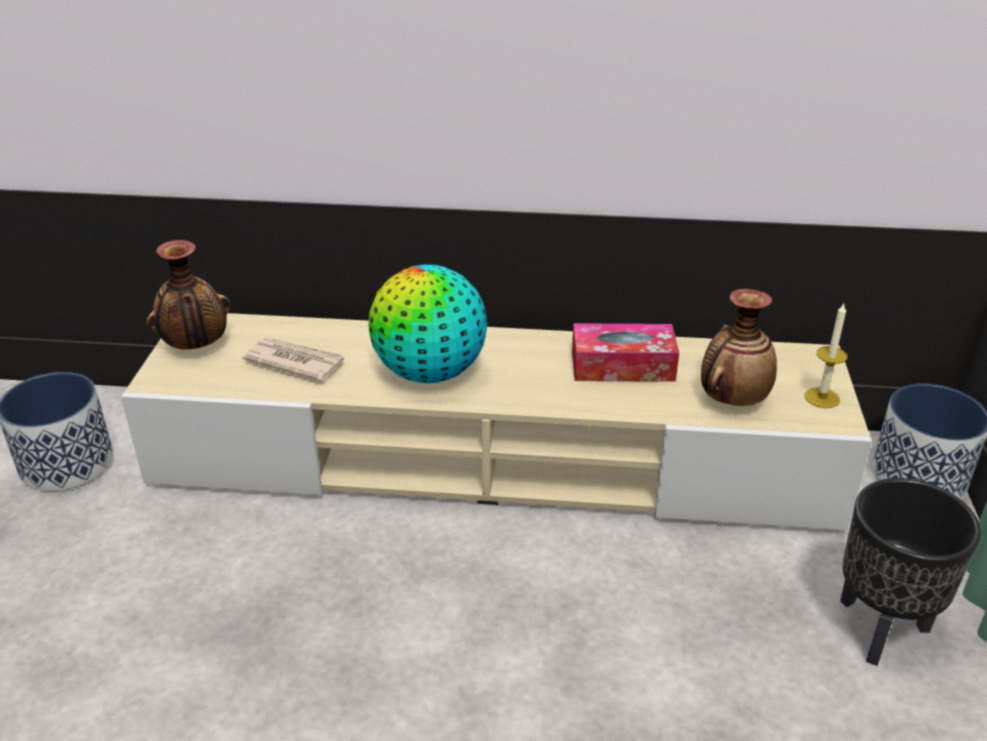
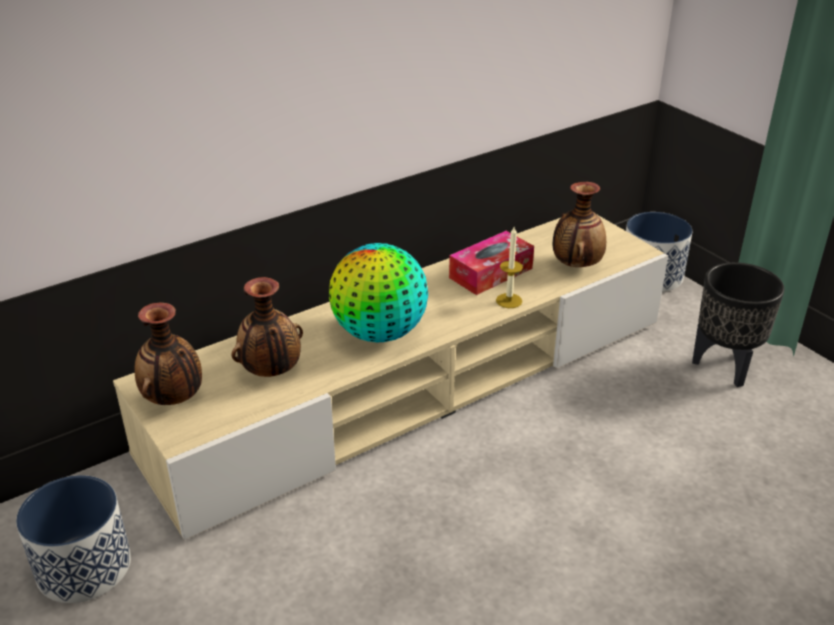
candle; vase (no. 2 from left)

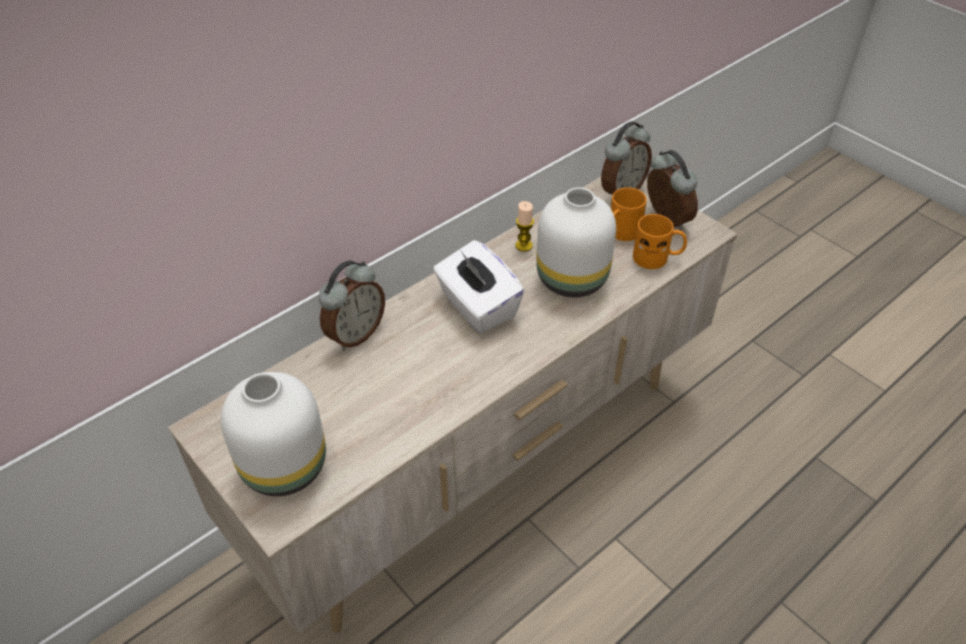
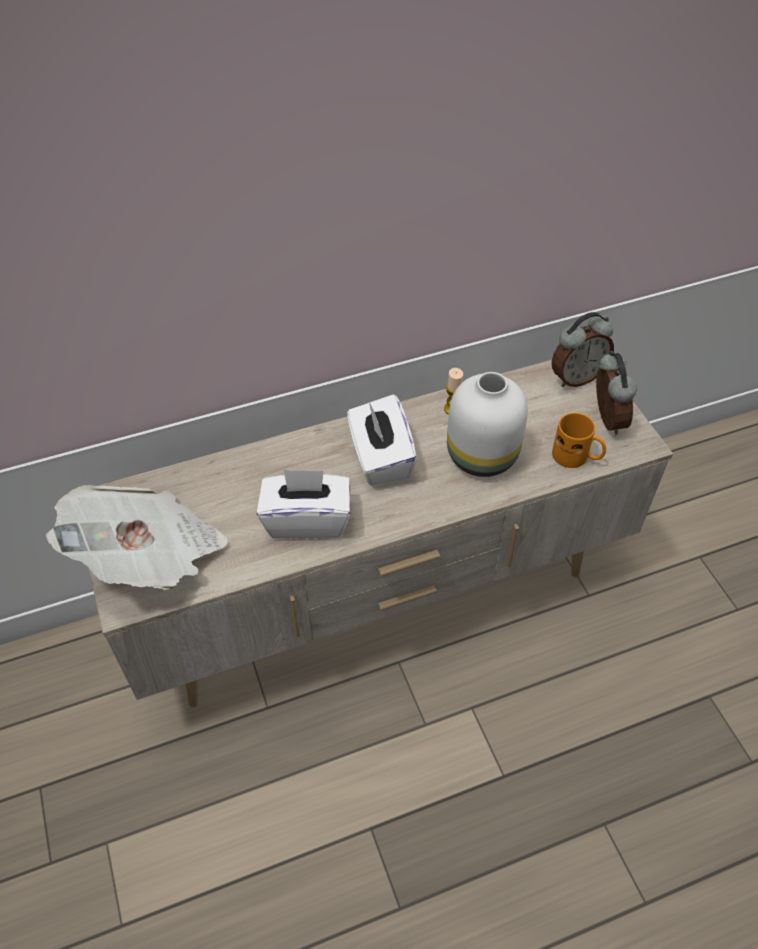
orange_mug (no. 1 from left in the first image); alarm_clock (no. 1 from left in the first image); newspaper; white_tissue_box (no. 1 from left)

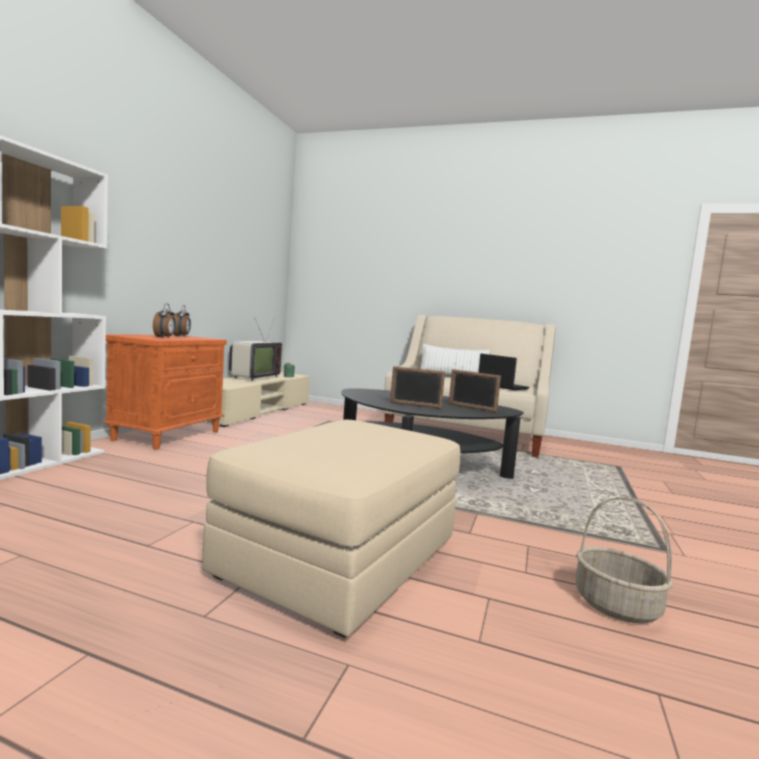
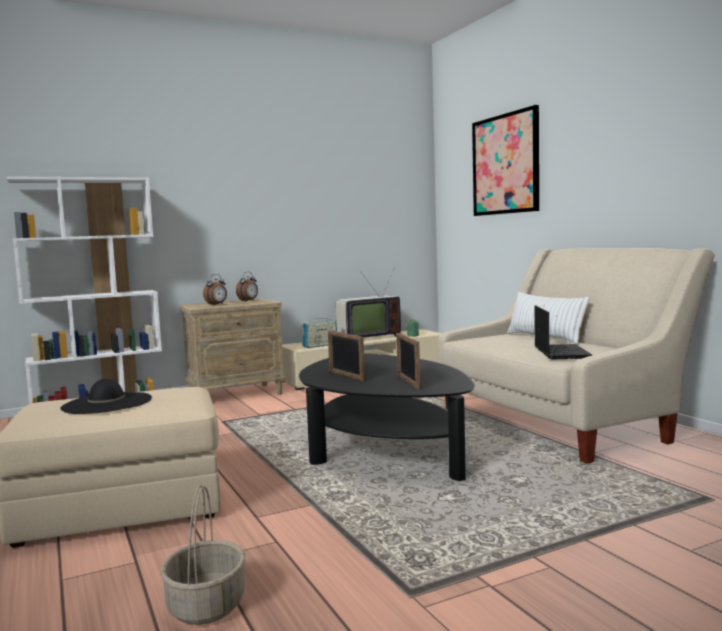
beige_nightstand; picture; radio; black_hat

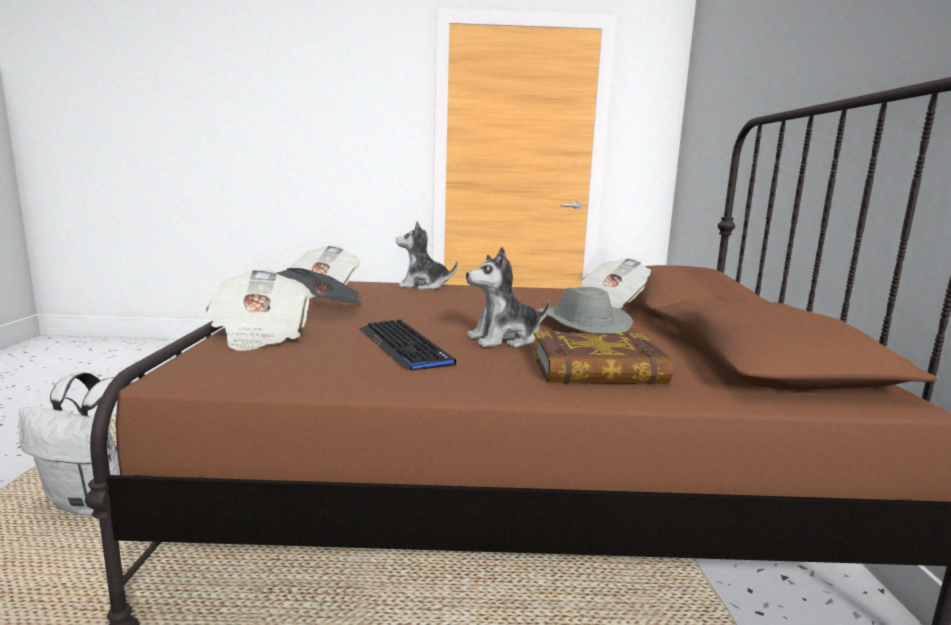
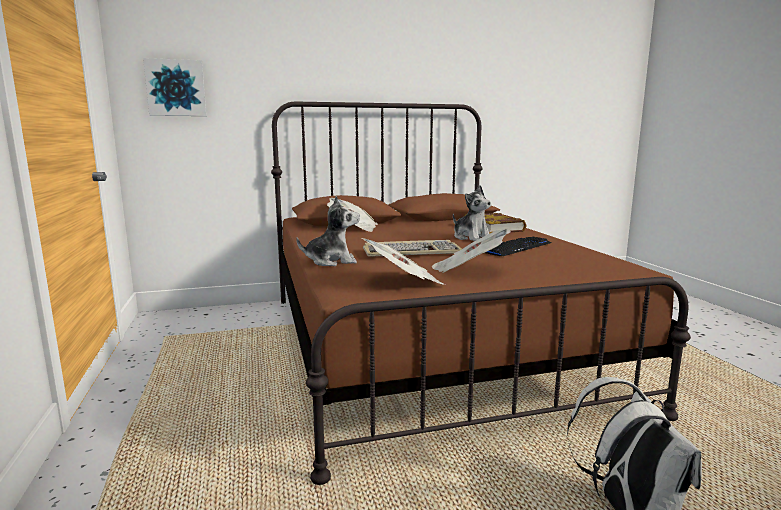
plush_toy (no. 1 from left); newspaper (no. 1 from left in the first image); grey_hat; picture; keyboard (no. 1 from left)

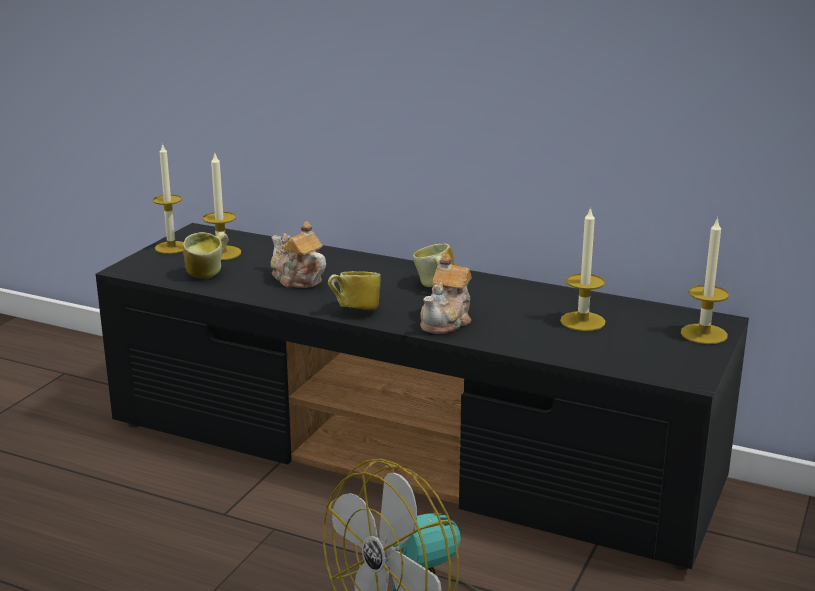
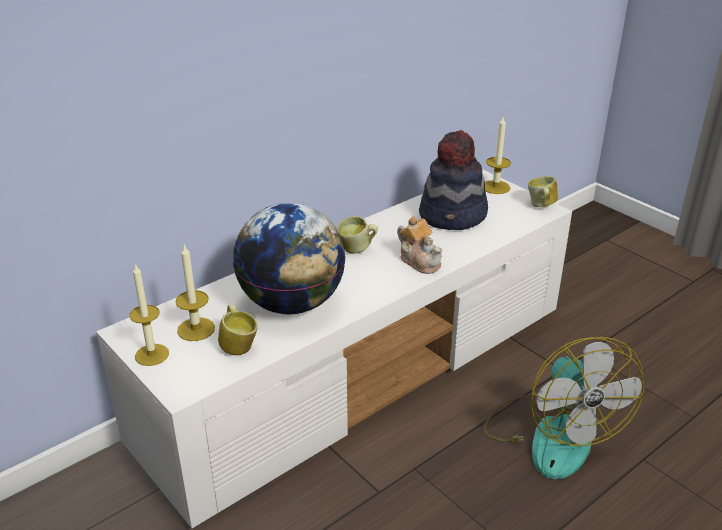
hat; globe; white_tv_stand; mug (no. 3 from left)

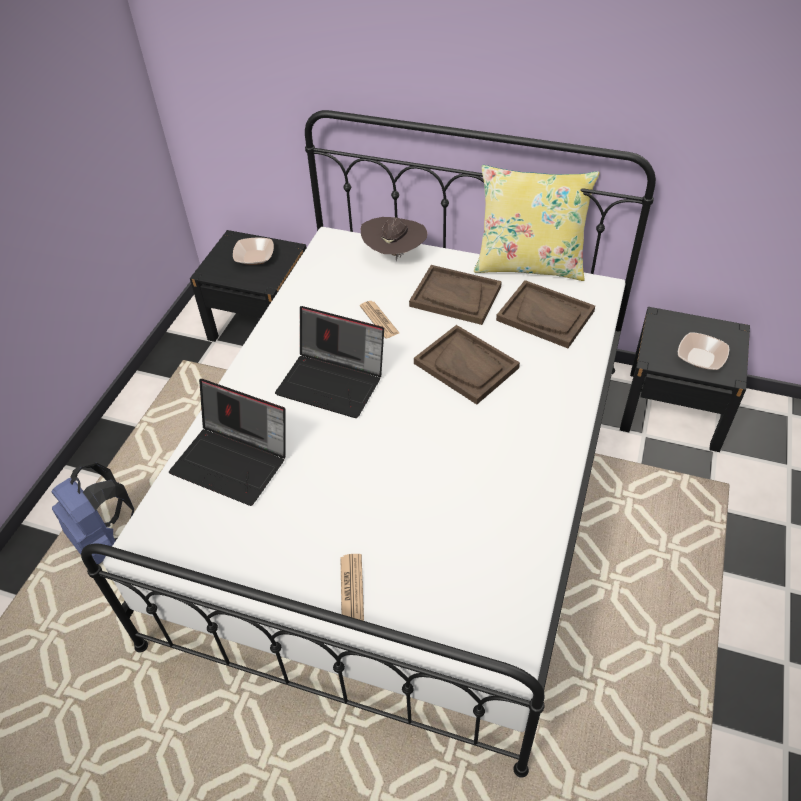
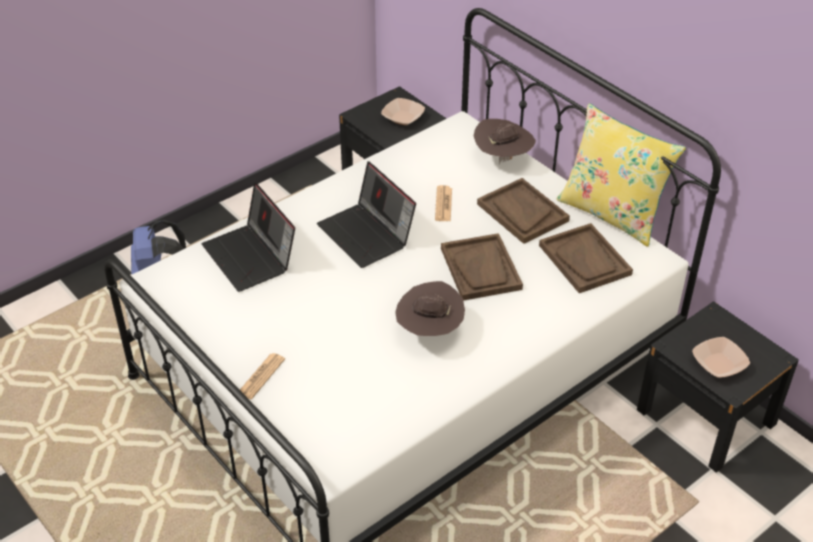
brown_hat (no. 1 from left)

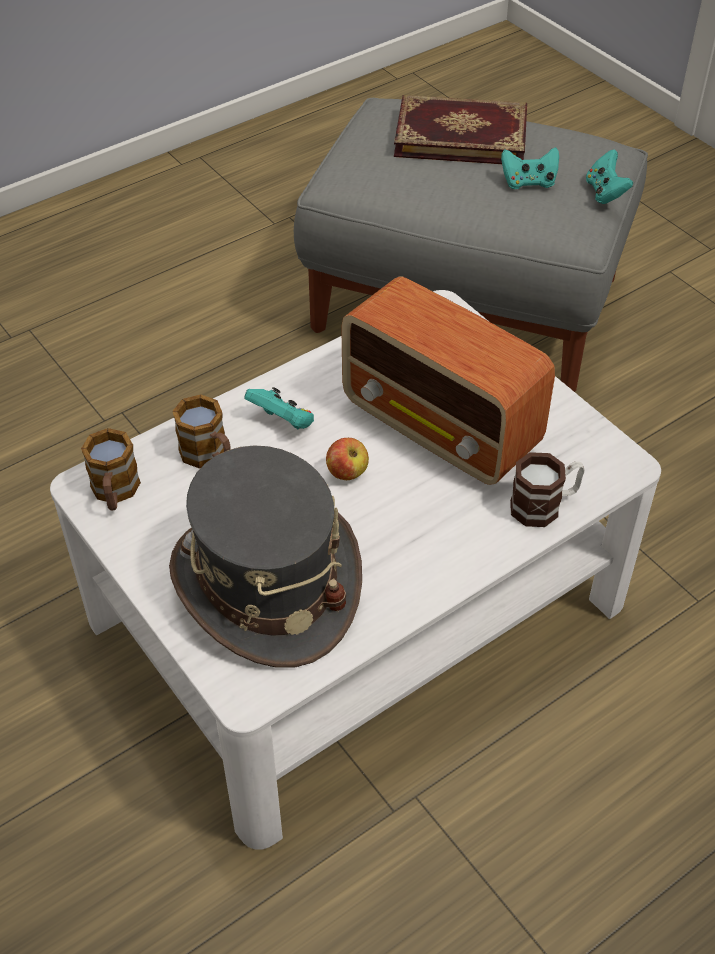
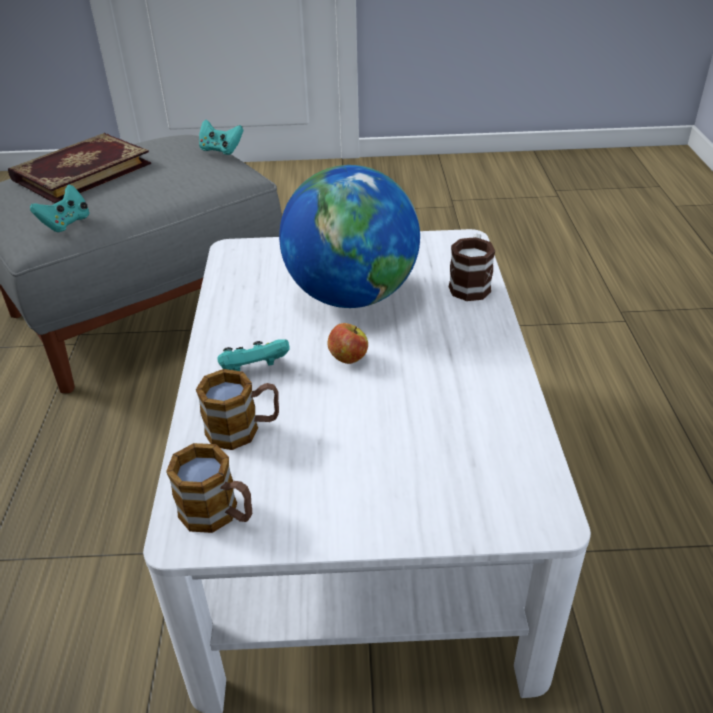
turquoise_game_controller (no. 1 from left); globe; grey_hat

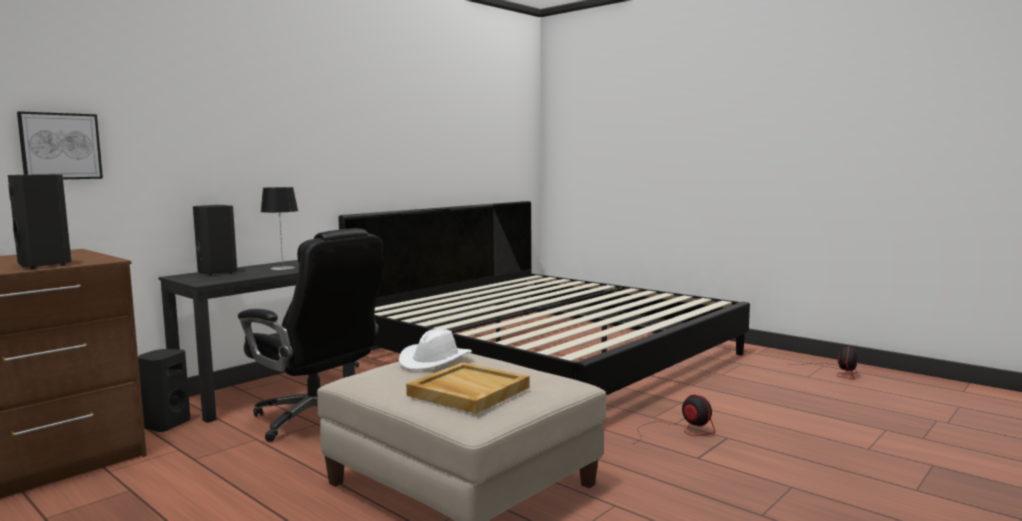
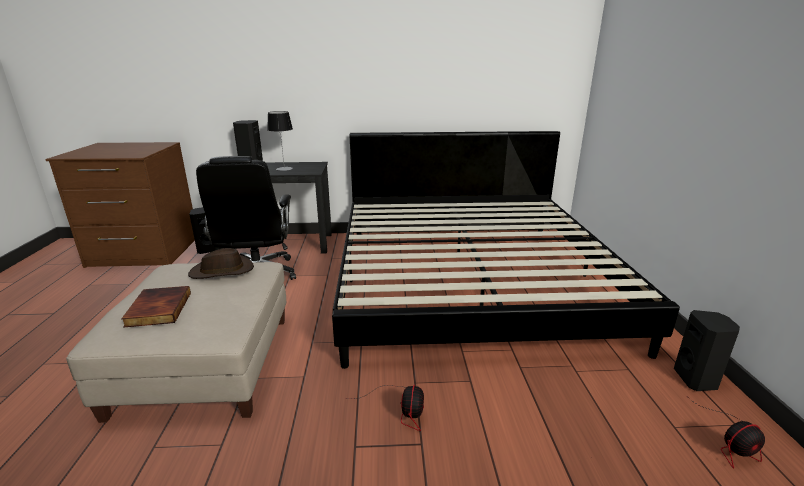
picture; black_speaker (no. 3 from left); brown_hat; book

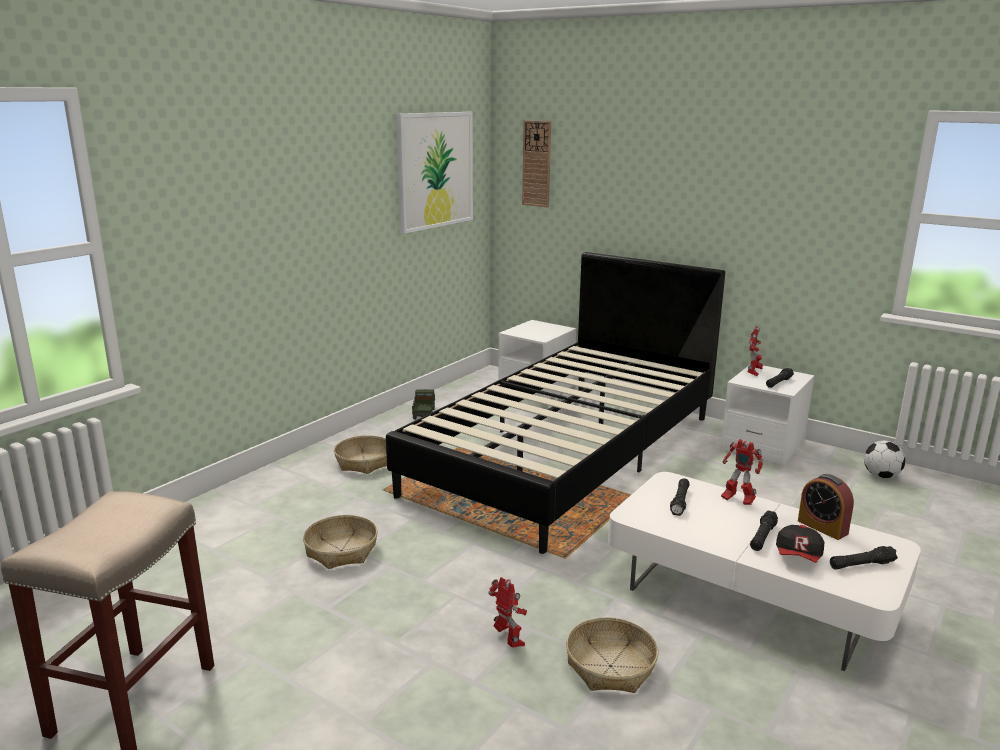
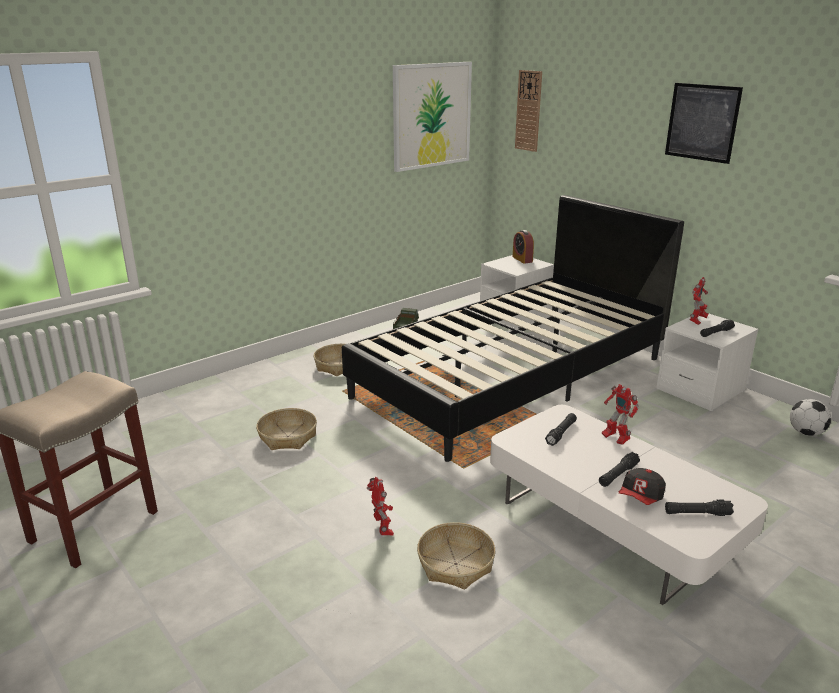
alarm_clock; picture (no. 2 from left)

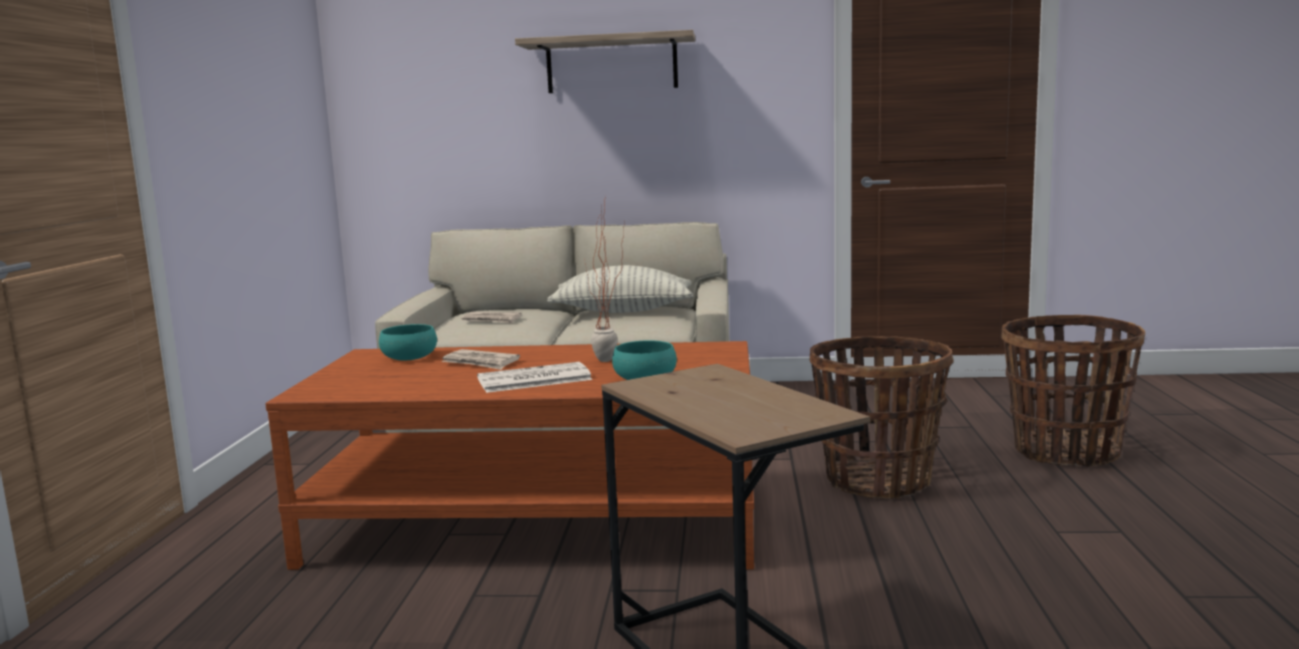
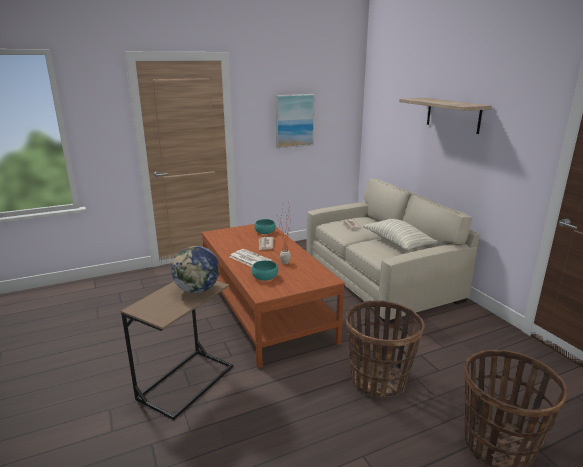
picture; globe

